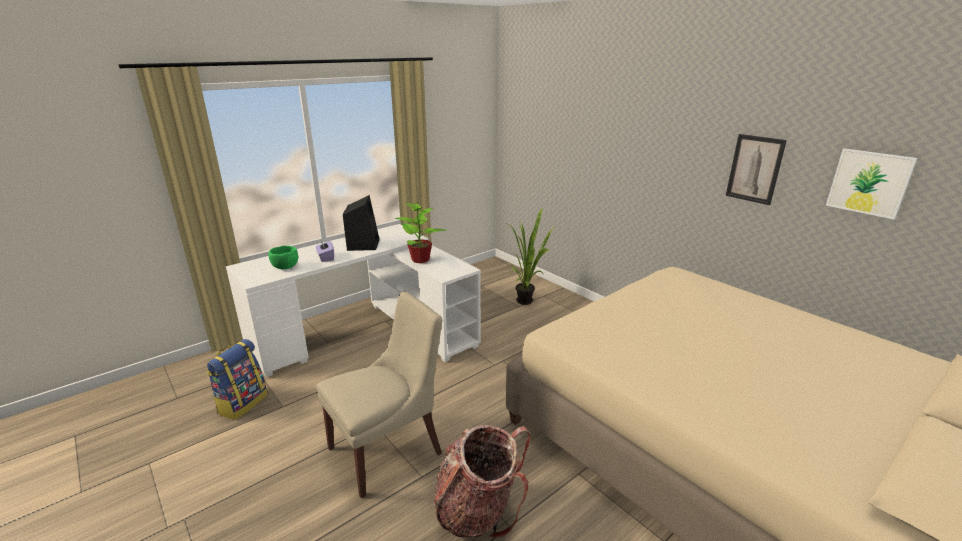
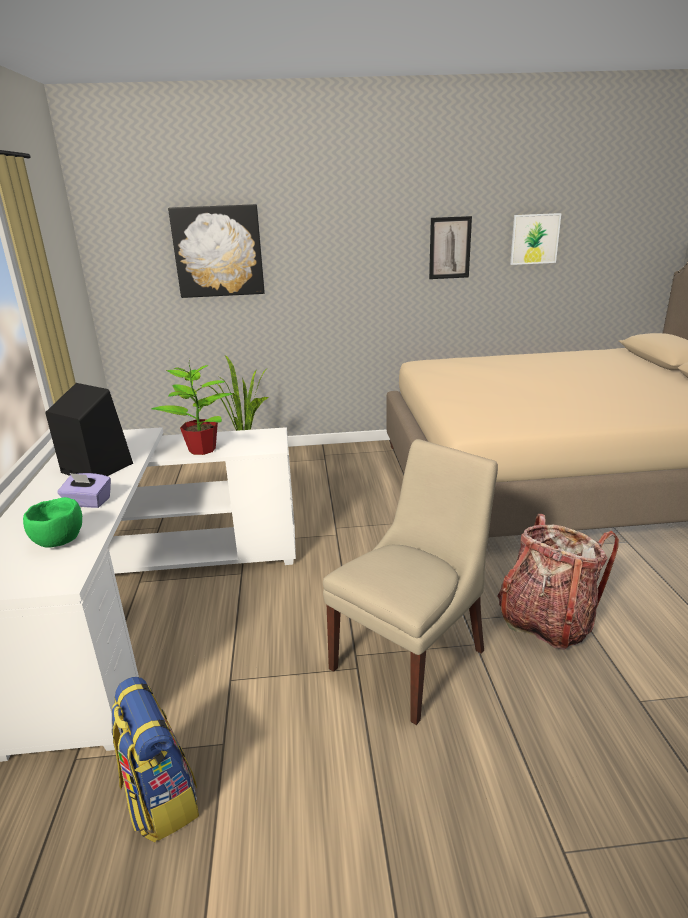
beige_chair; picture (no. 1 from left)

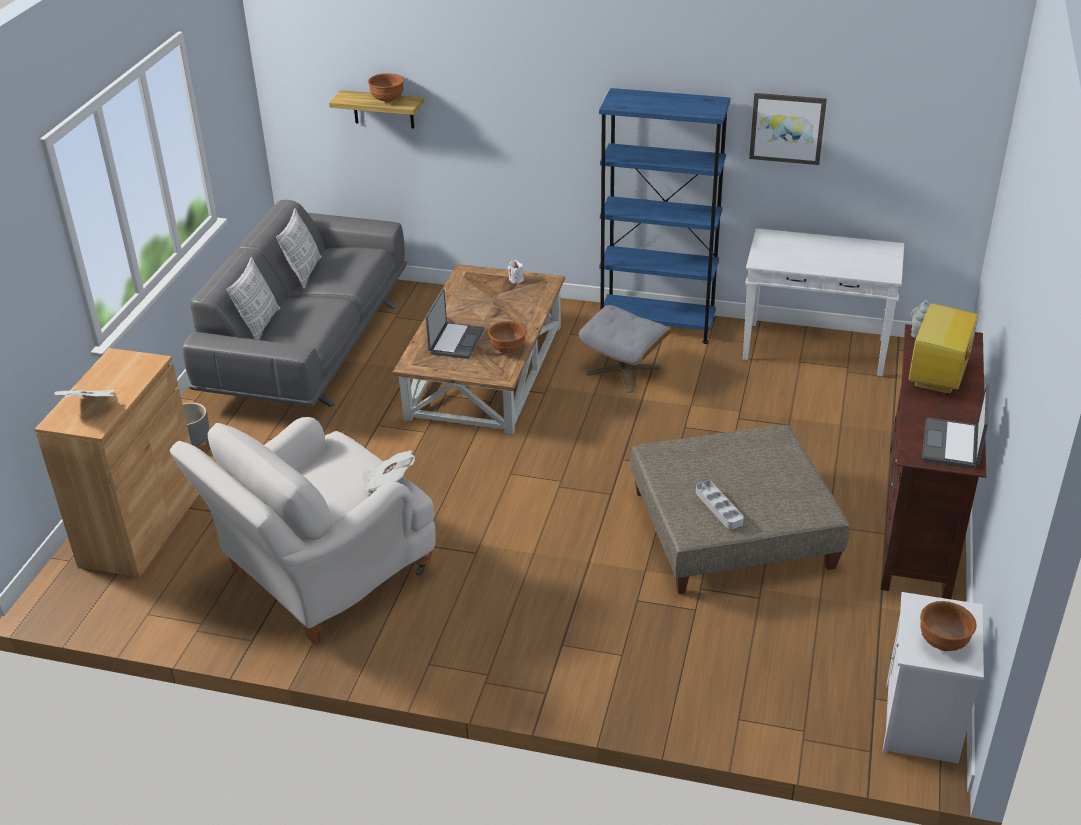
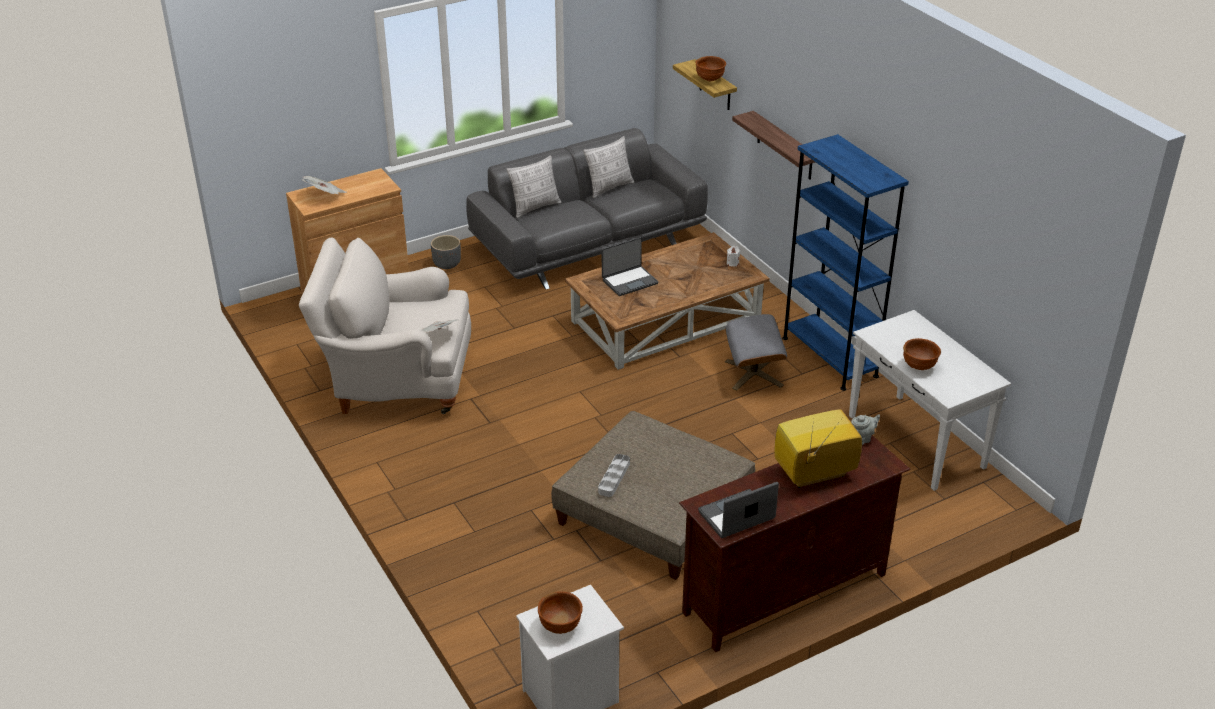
picture; brown_bowl (no. 3 from left); shelf (no. 2 from left)

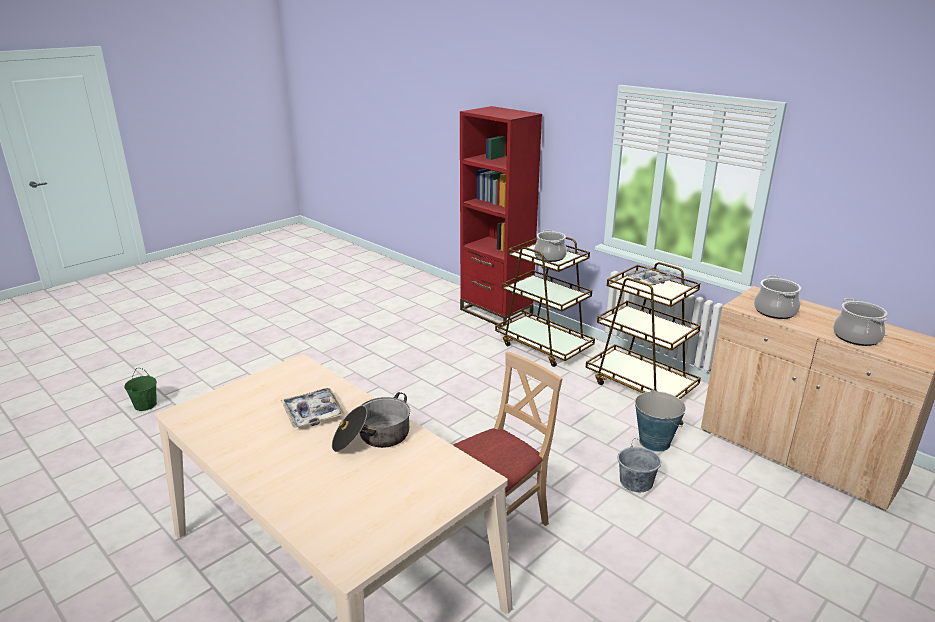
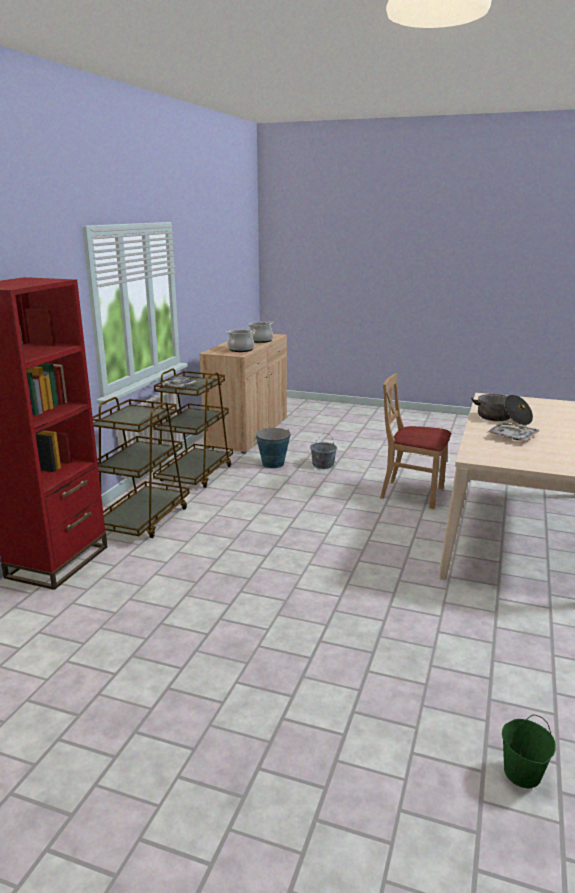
cooking_pot (no. 2 from left in the first image)

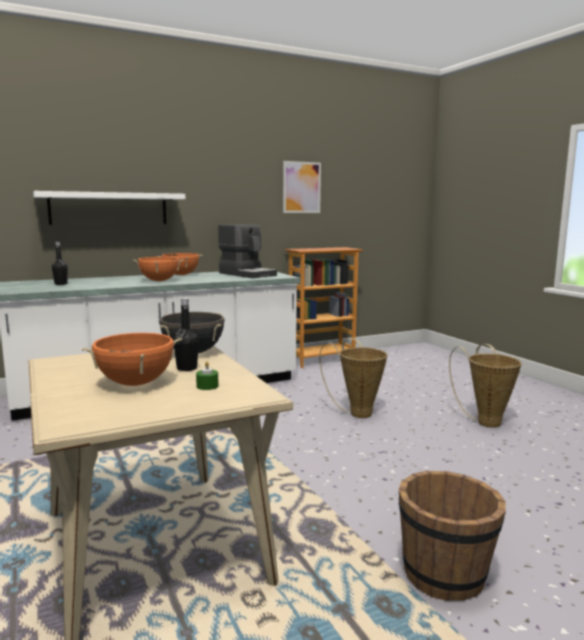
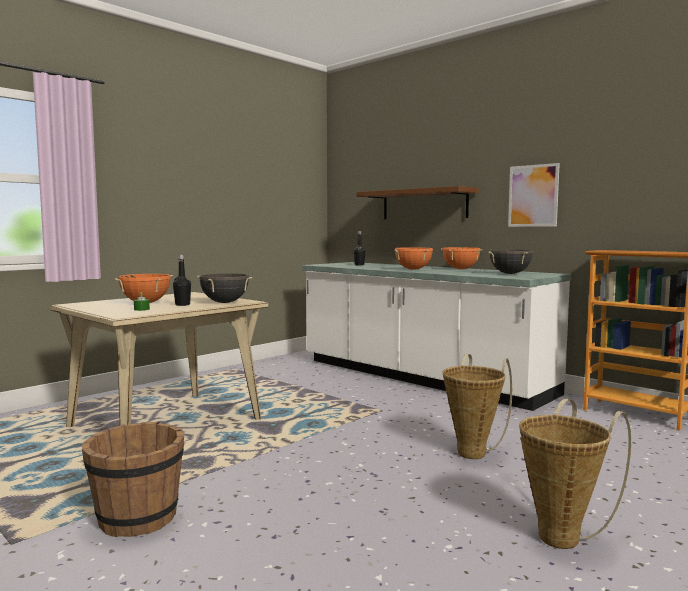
picture; brown_shelf; black_cooking_pot (no. 2 from left)

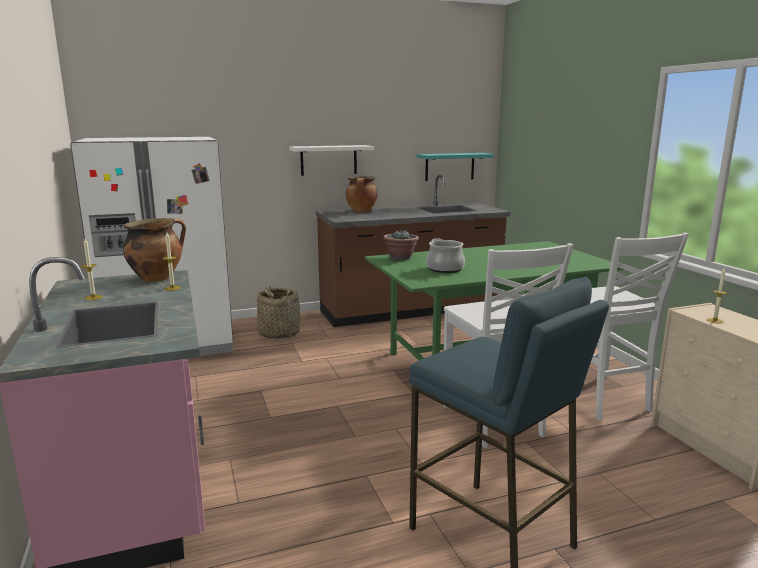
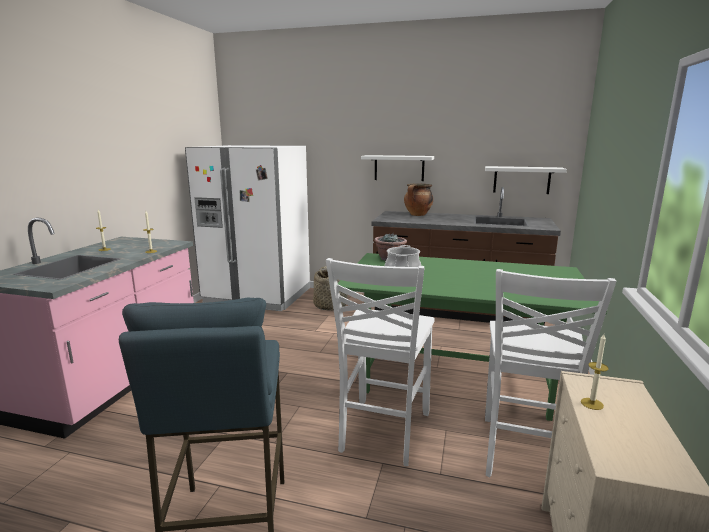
white_shelf (no. 2 from left); cooking_pot (no. 1 from left in the first image)

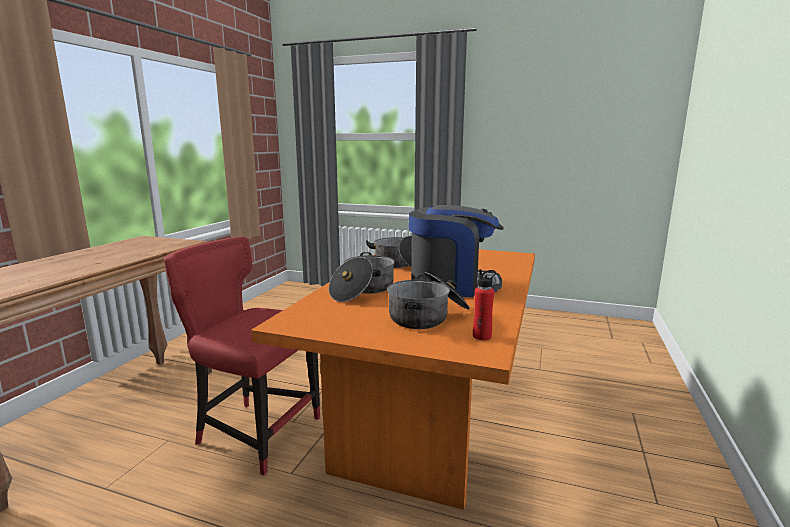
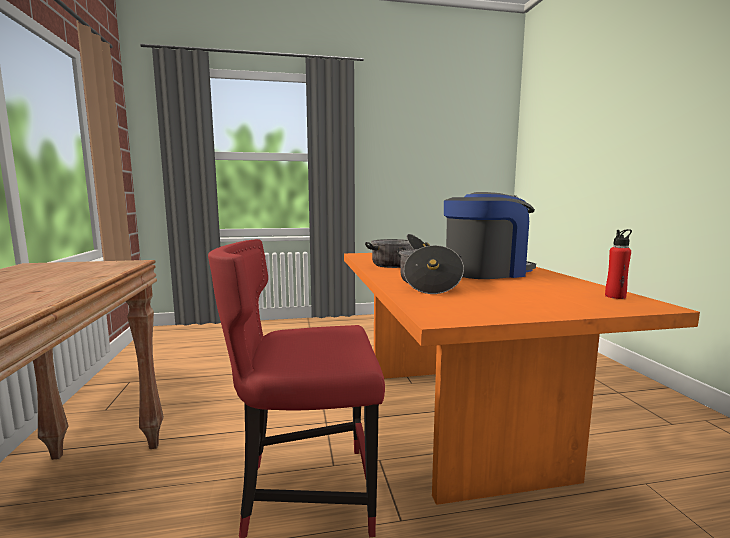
cooking_pot (no. 3 from left in the first image)

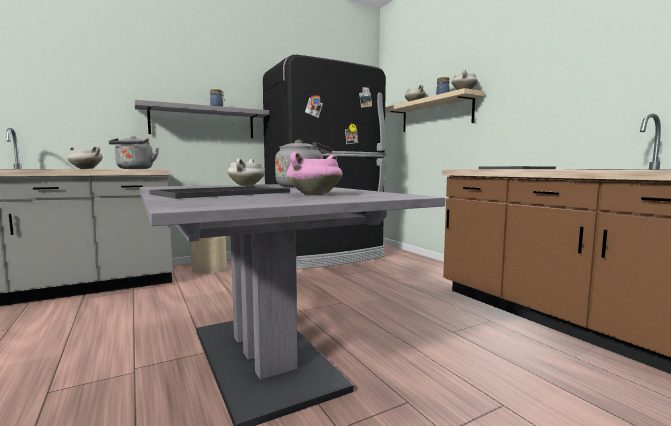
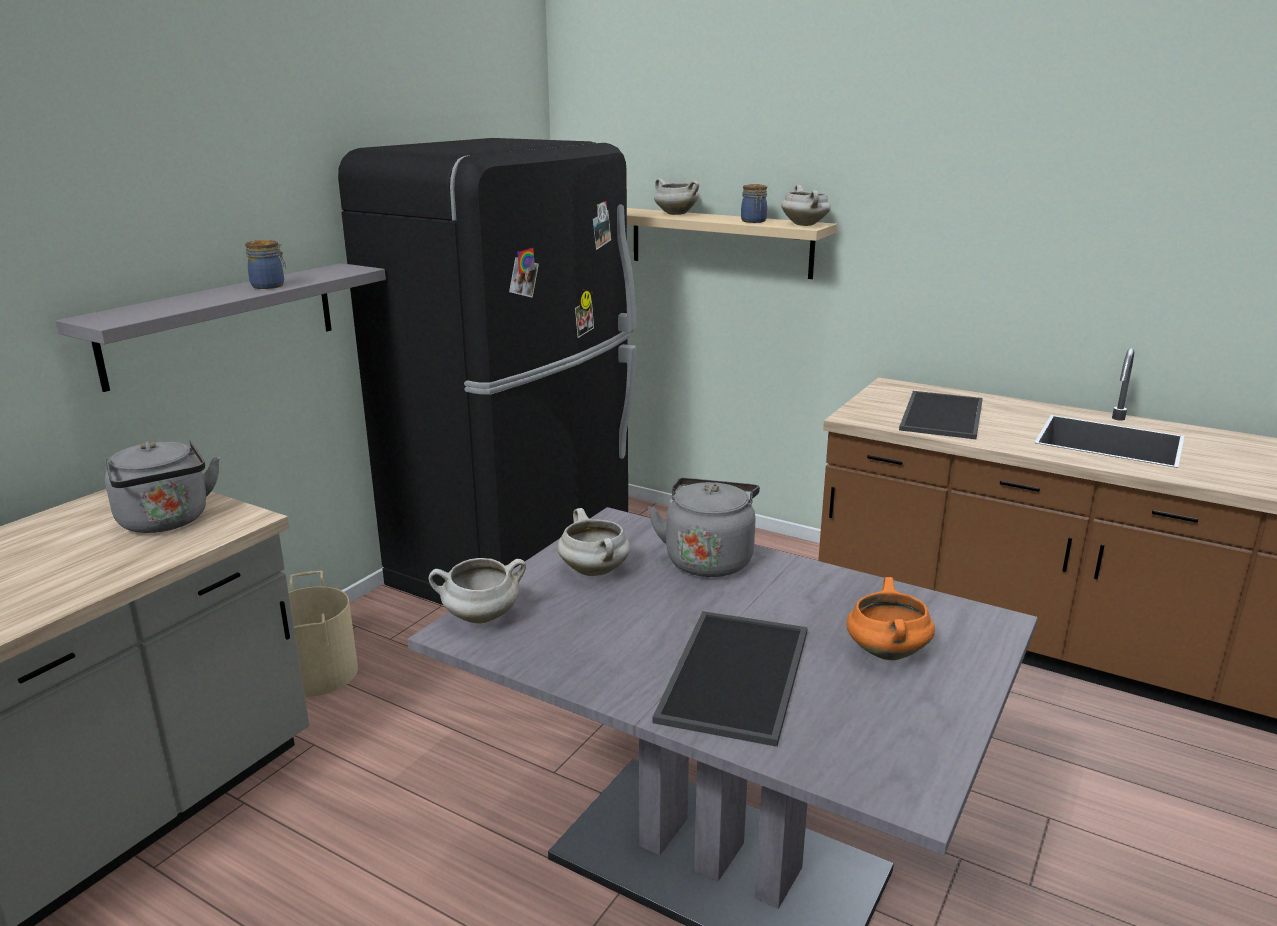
white_cooking_pot (no. 1 from left); orange_cooking_pot

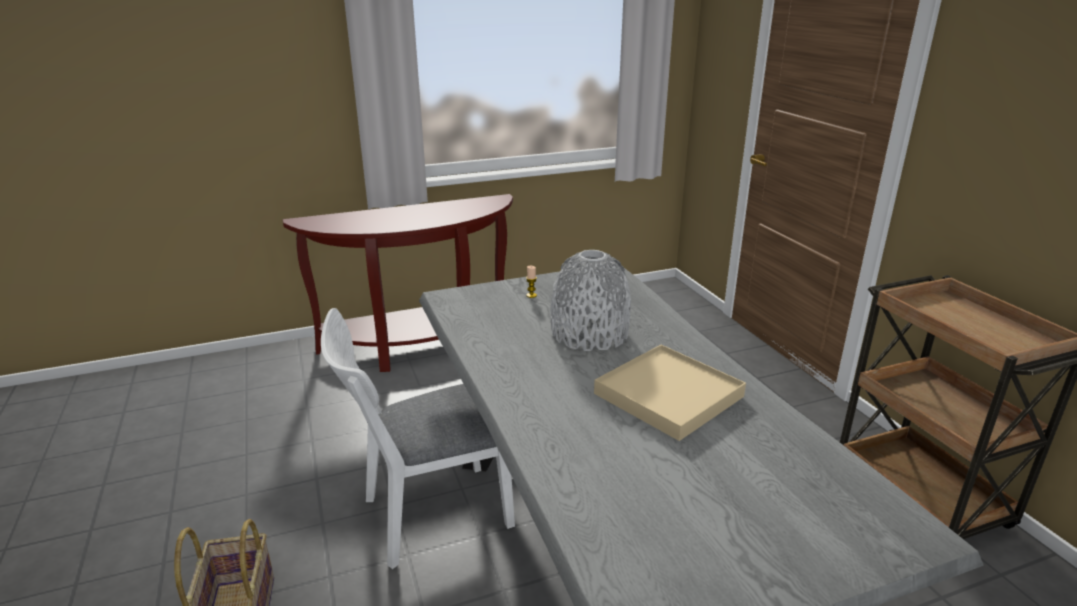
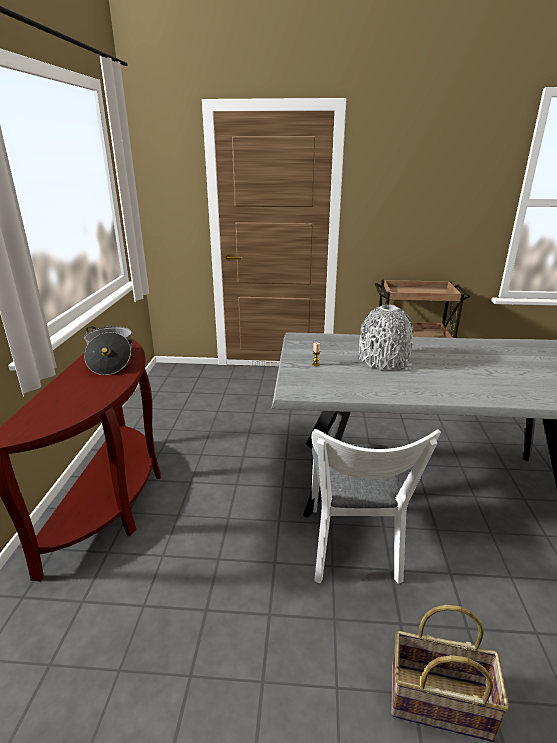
beige_tray; cooking_pot

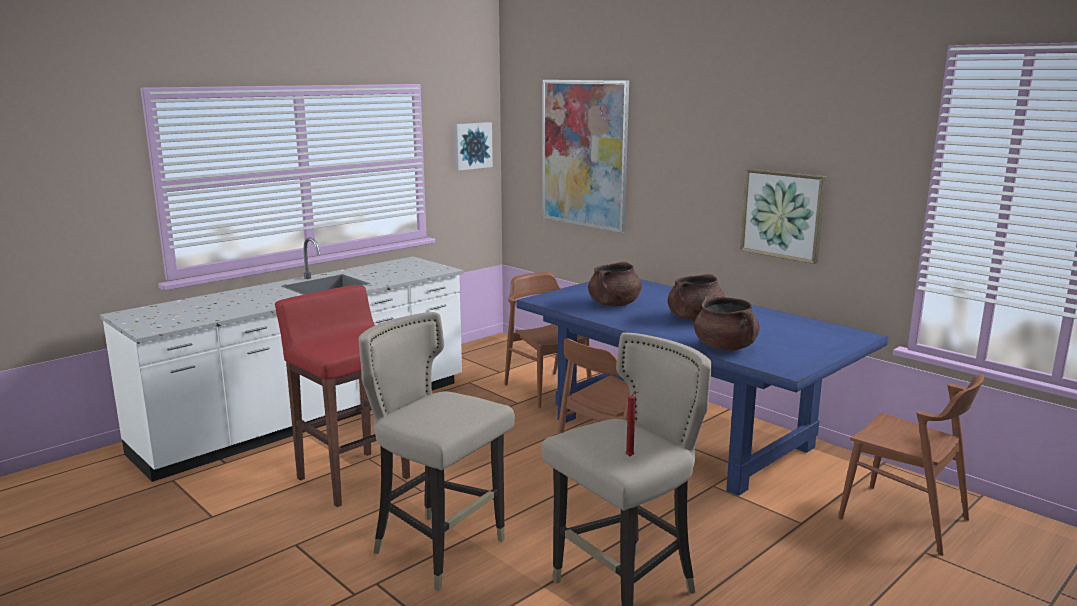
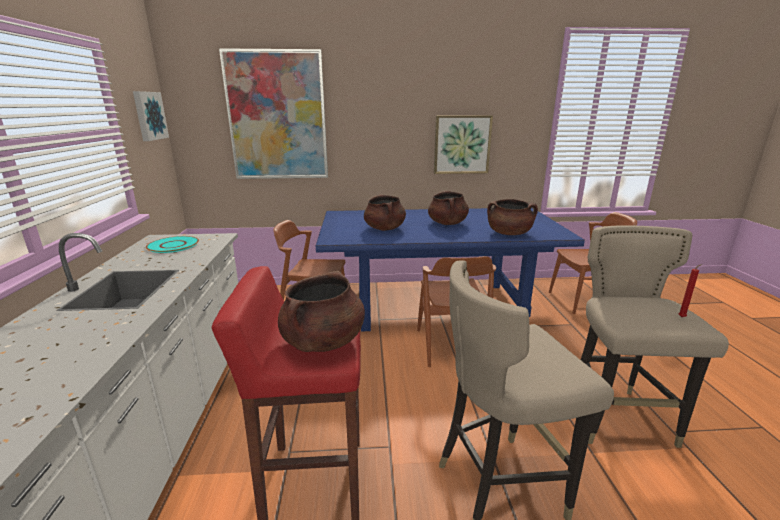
turquoise_plate; brown_cooking_pot (no. 1 from left)

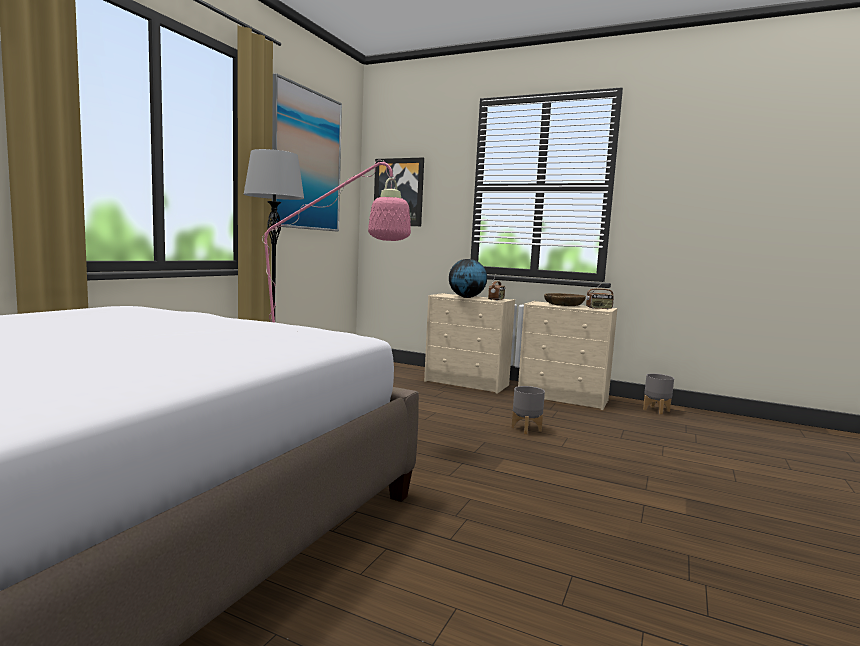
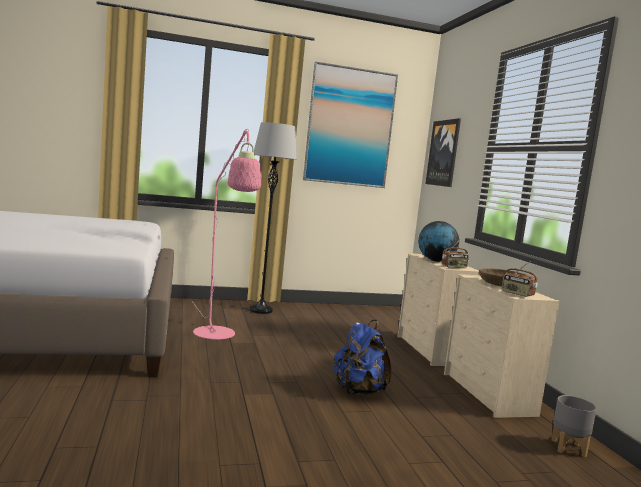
blue_backpack

